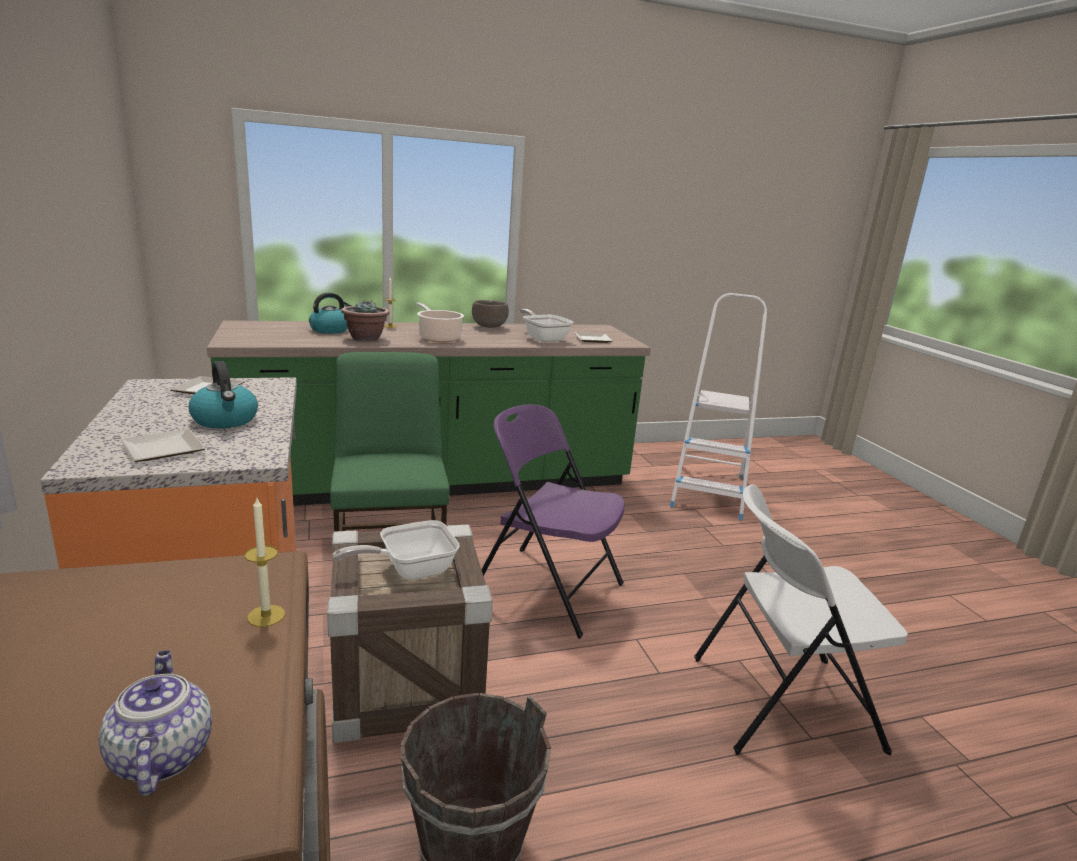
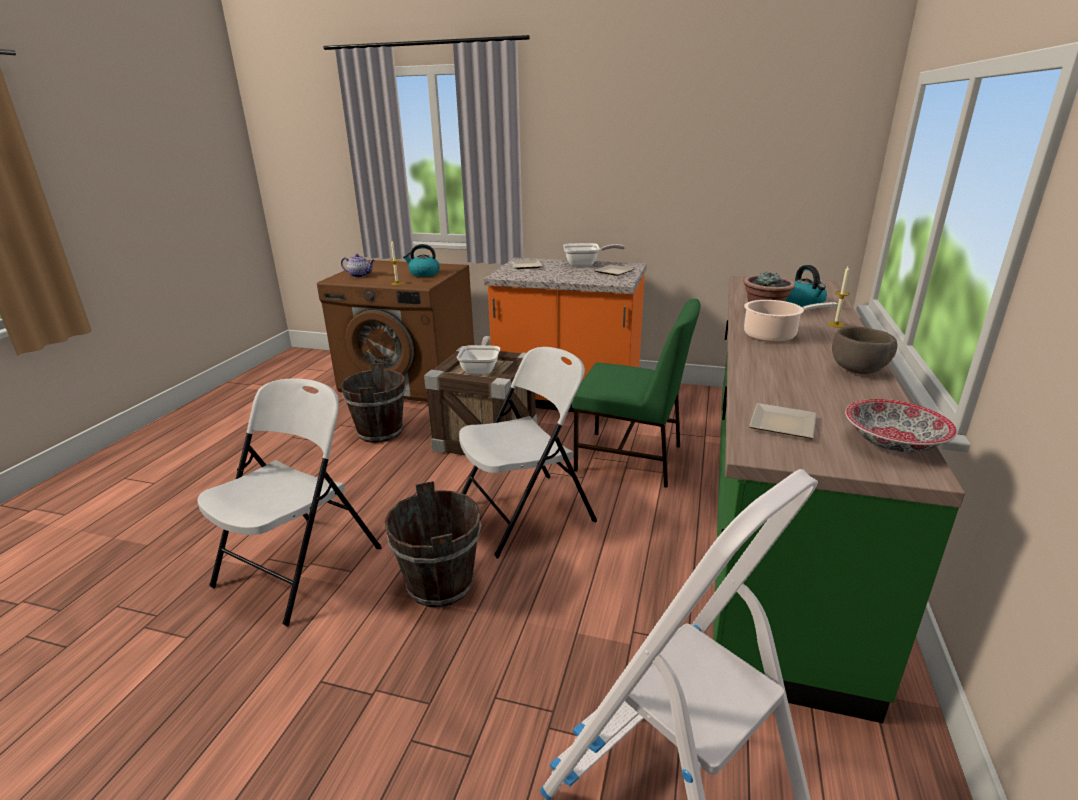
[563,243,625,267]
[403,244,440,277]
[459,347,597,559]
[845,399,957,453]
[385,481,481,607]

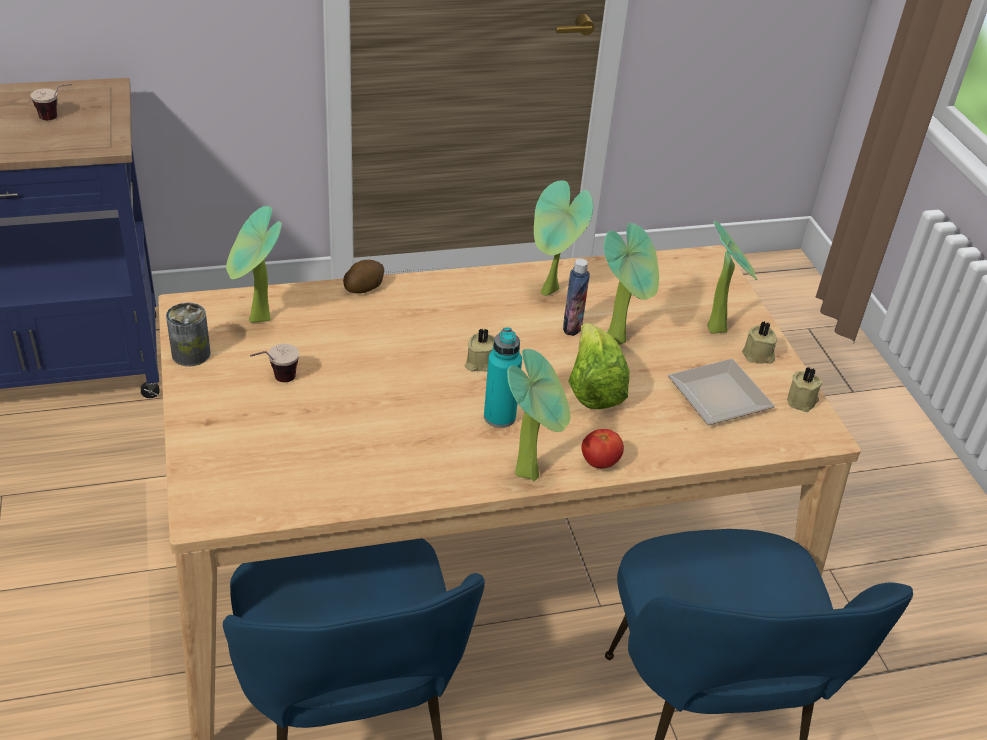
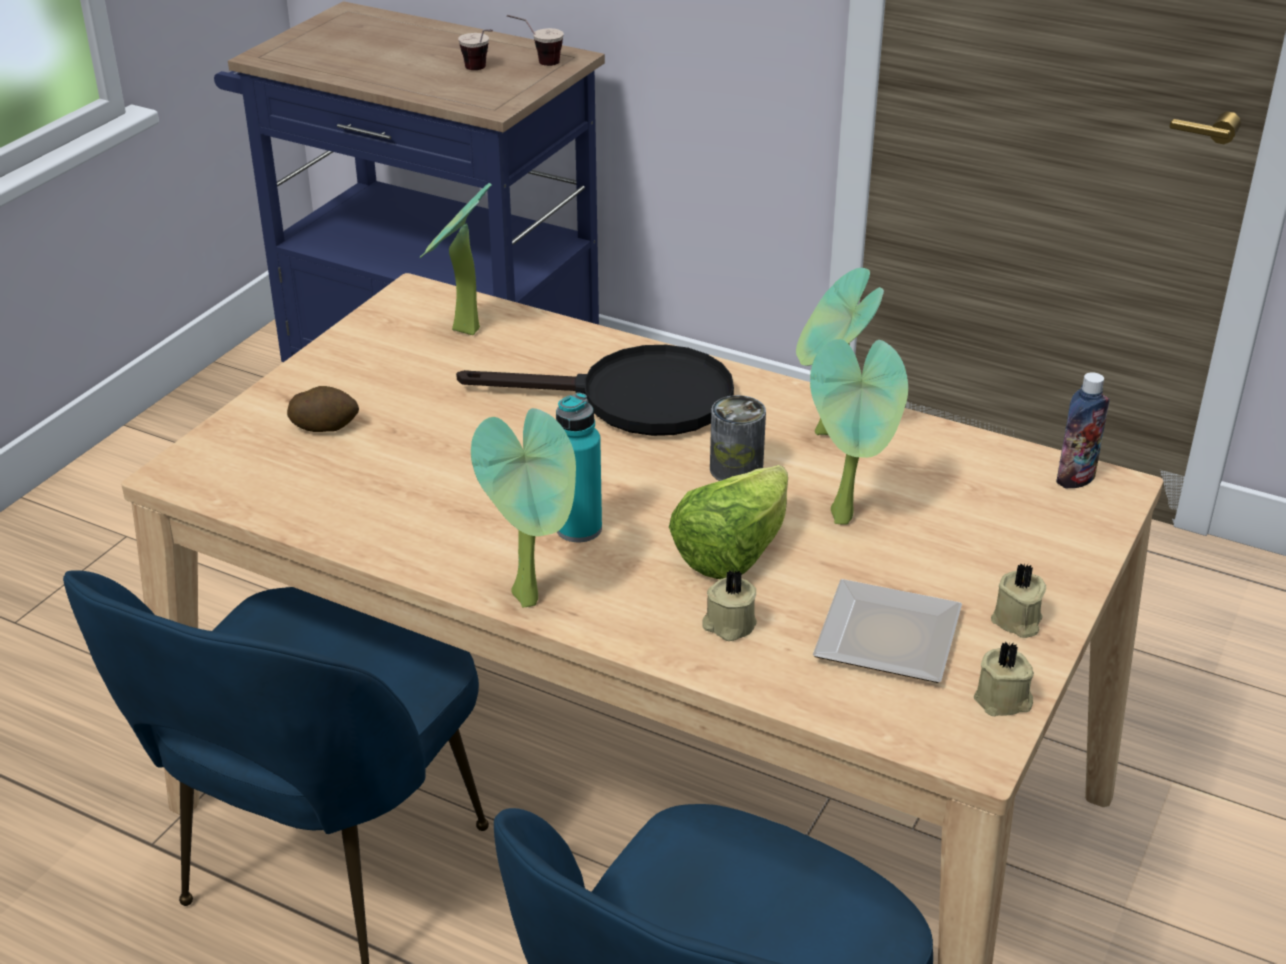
[707,221,757,334] (first image)
[1056,372,1110,489]
[287,386,359,432]
[710,395,766,481]
[702,569,757,641]
[507,15,564,66]
[582,429,624,468] (first image)
[456,345,734,436]

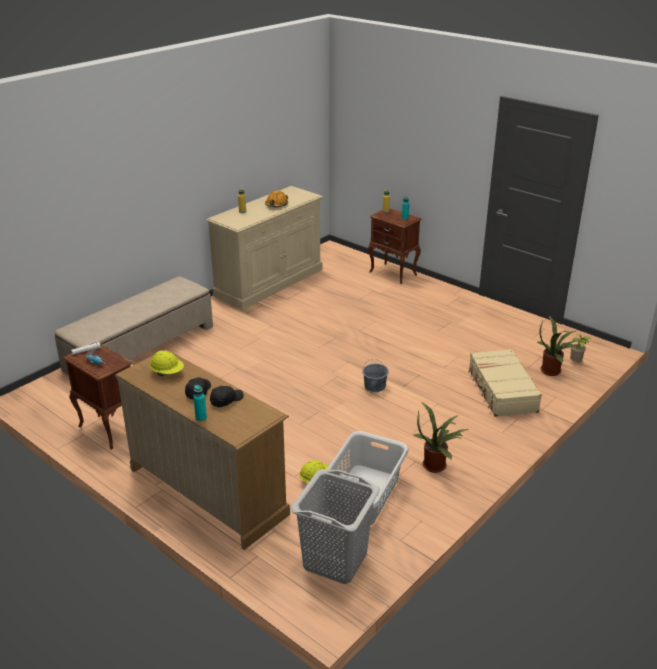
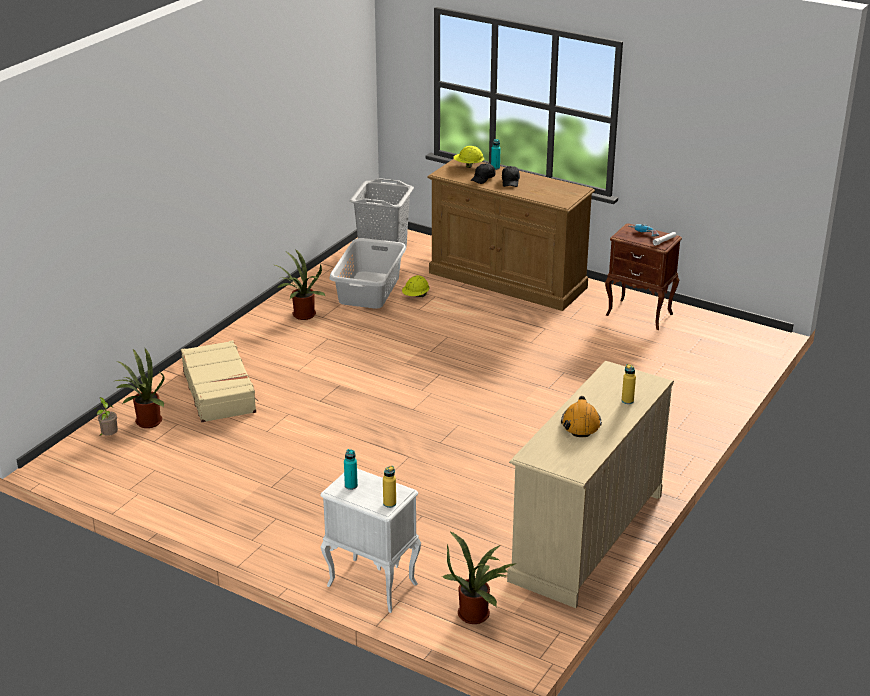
[321,469,421,613]
[55,277,213,375] (first image)
[453,146,485,168]
[362,359,389,392] (first image)
[443,532,515,624]

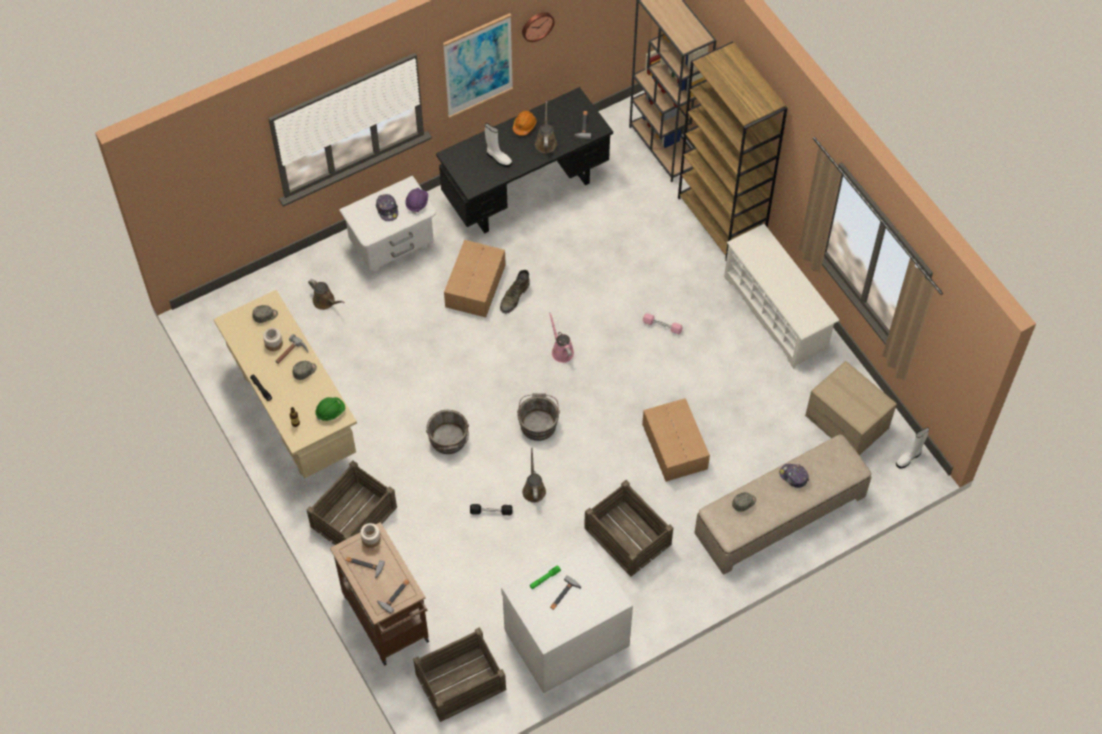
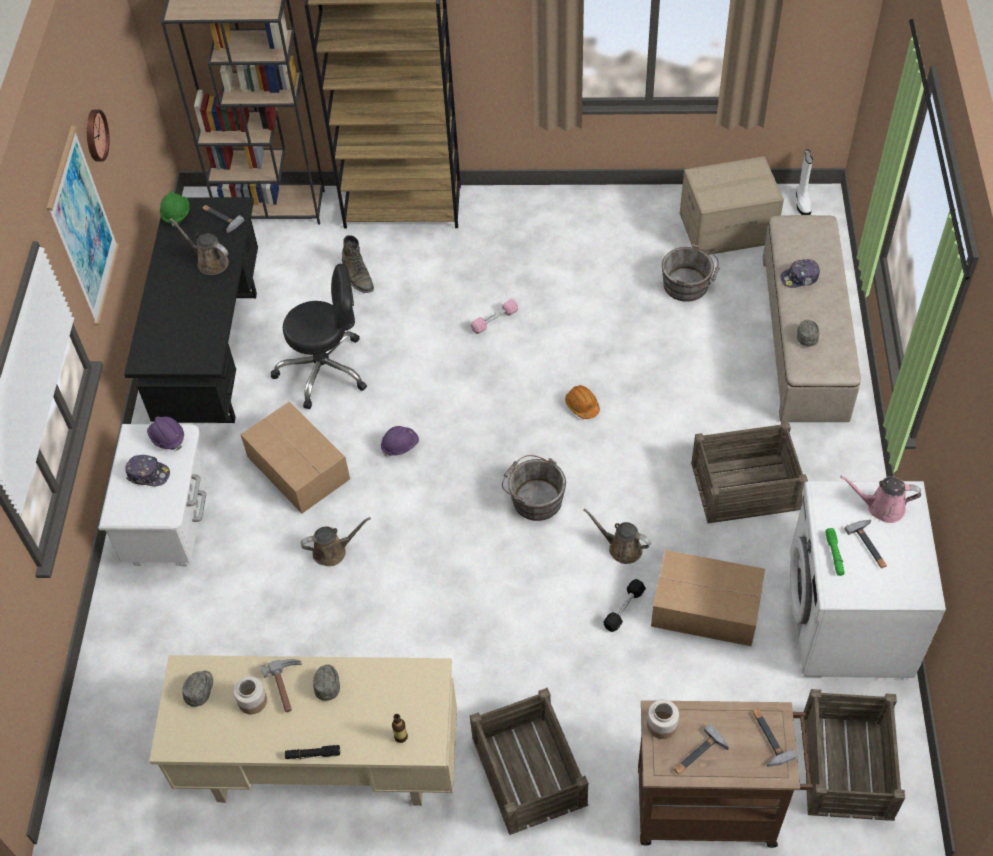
[565,385,600,419]
[485,123,512,167] (first image)
[724,224,839,369] (first image)
[342,235,374,293]
[301,517,371,566]
[840,476,921,523]
[160,191,189,227]
[651,550,765,646]
[661,244,720,302]
[271,264,367,409]
[381,426,419,456]

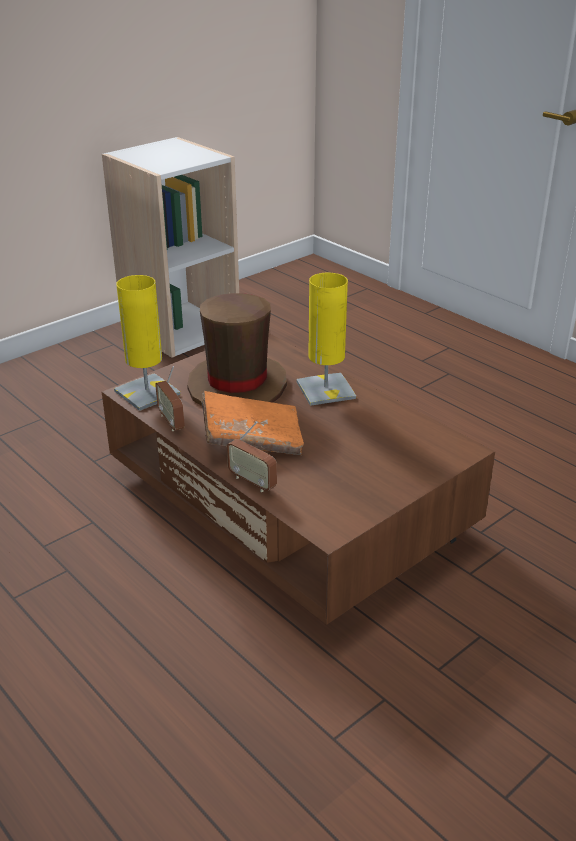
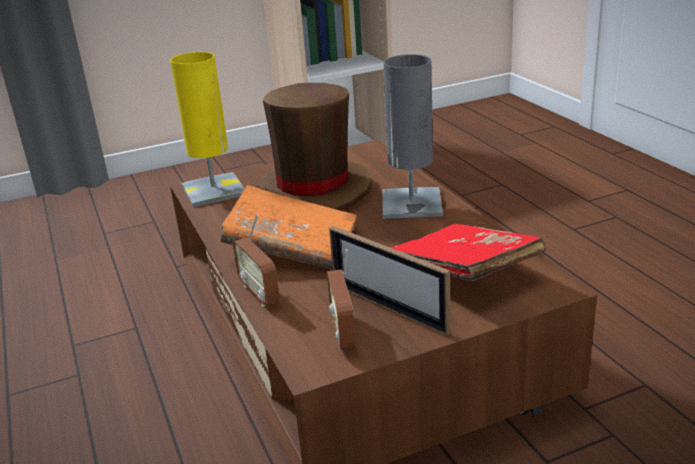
[383,54,443,219]
[327,249,356,350]
[390,224,546,281]
[329,226,450,336]

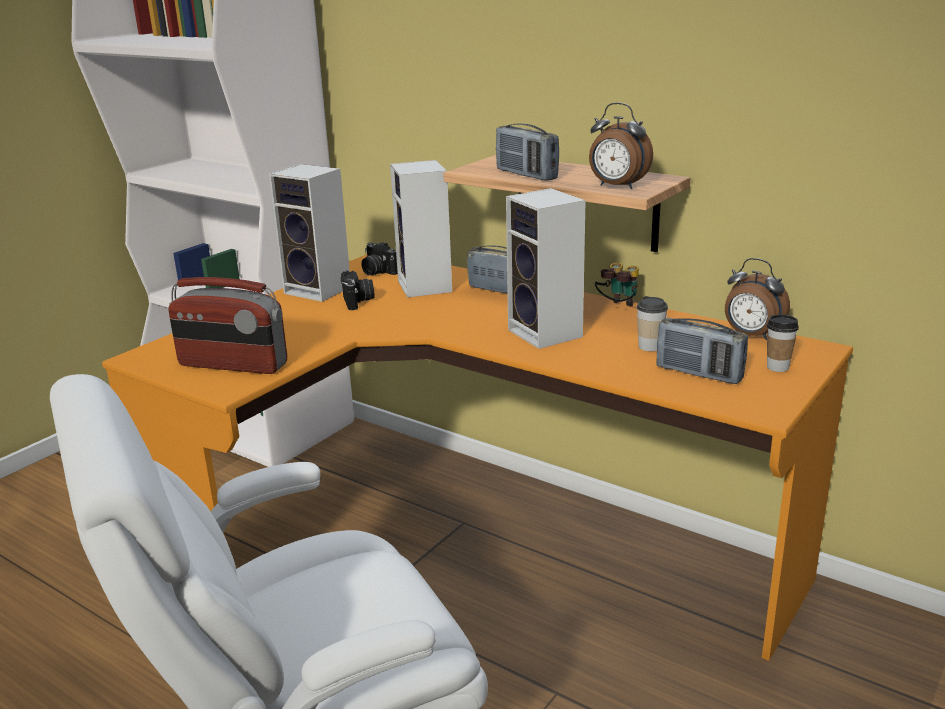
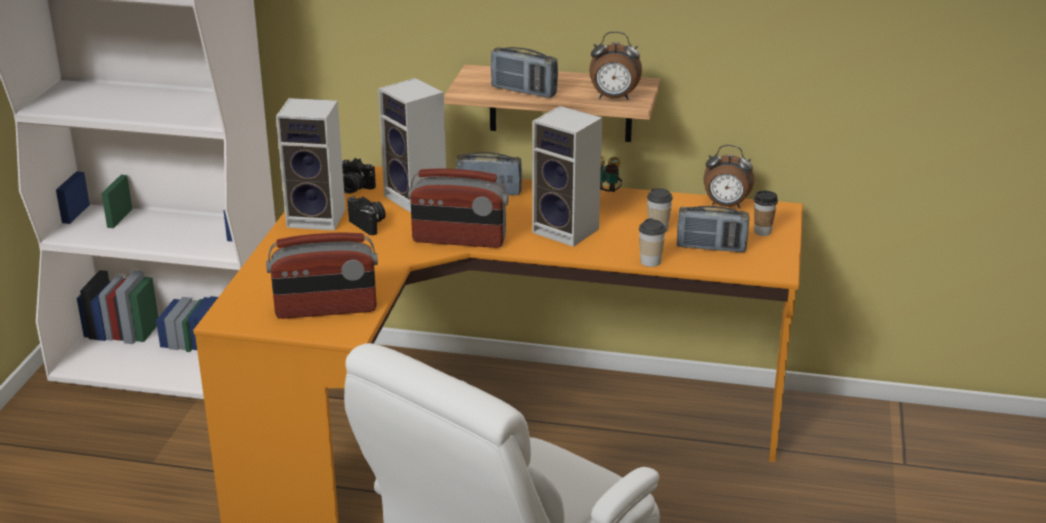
[408,169,509,248]
[639,218,666,267]

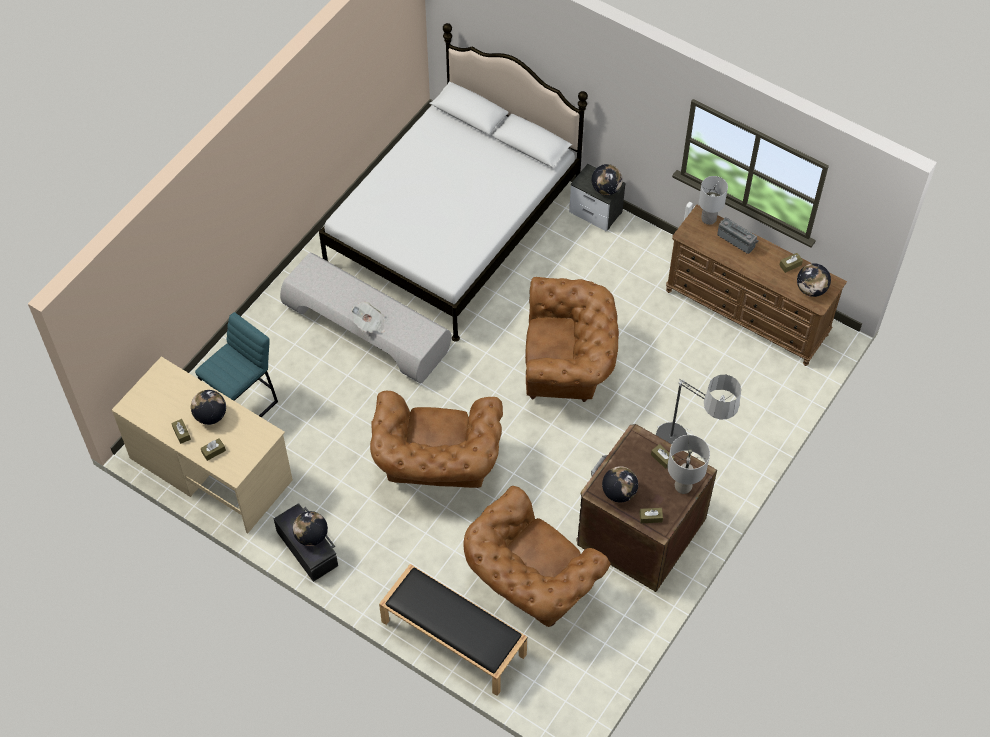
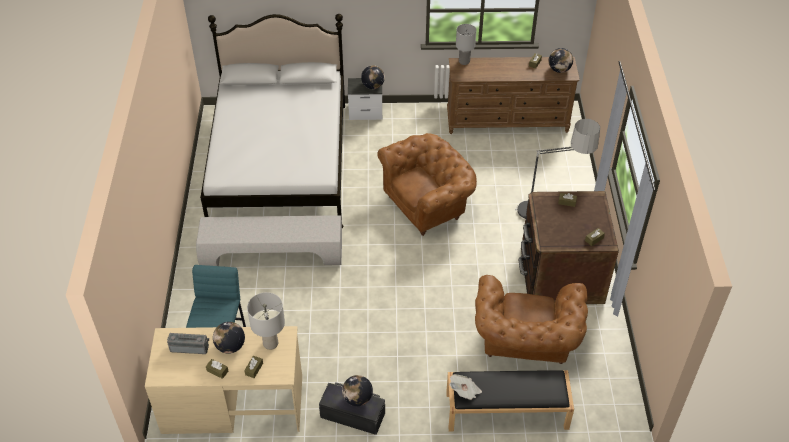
[167,333,209,354]
[449,374,482,400]
[370,391,503,488] (first image)
[247,292,285,350]
[602,466,638,503] (first image)

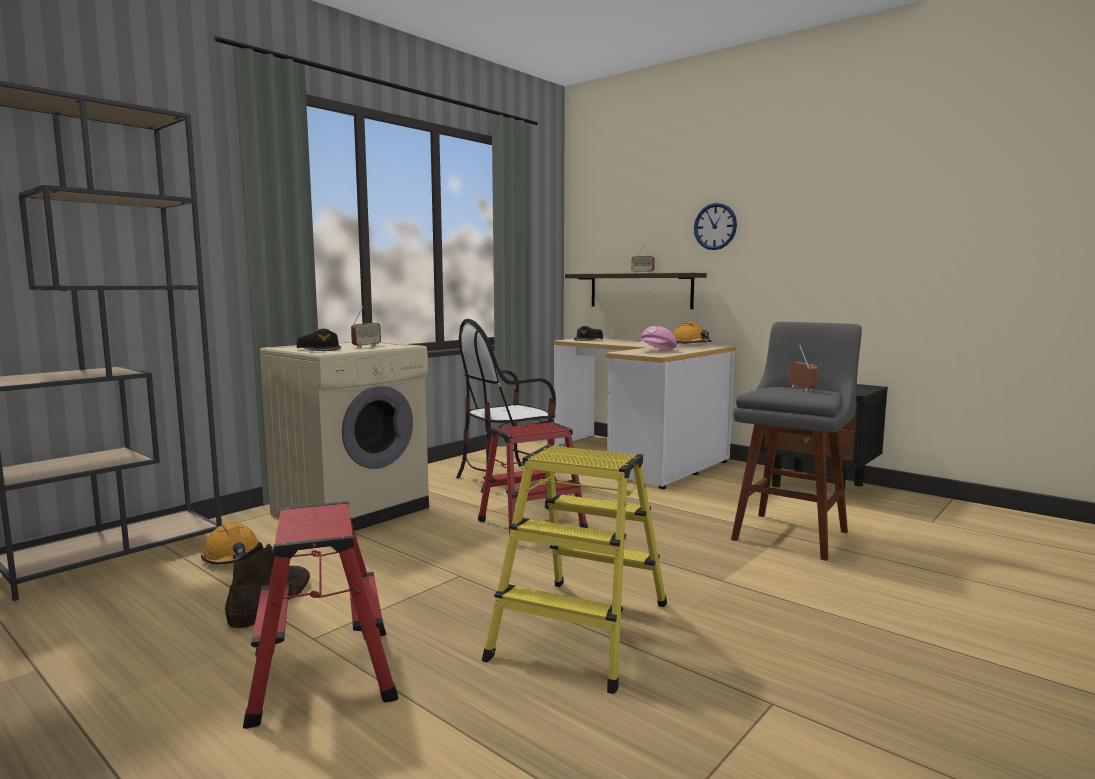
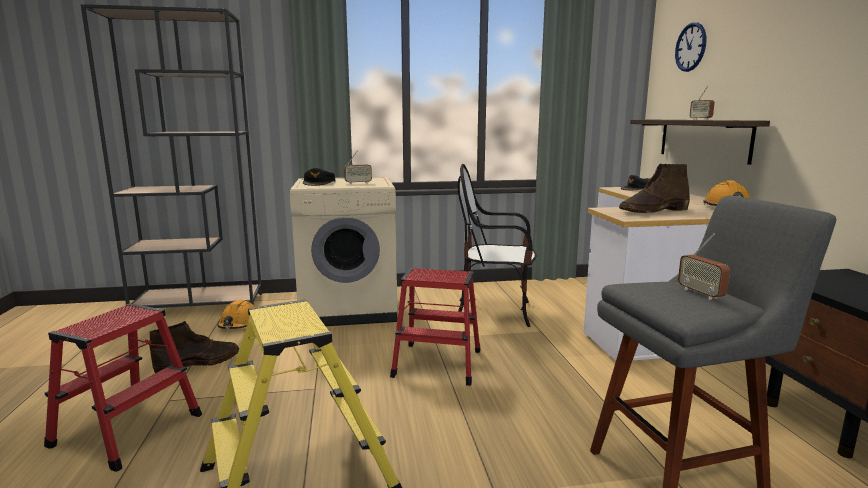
[675,23,706,72]
[619,164,690,213]
[678,233,730,300]

